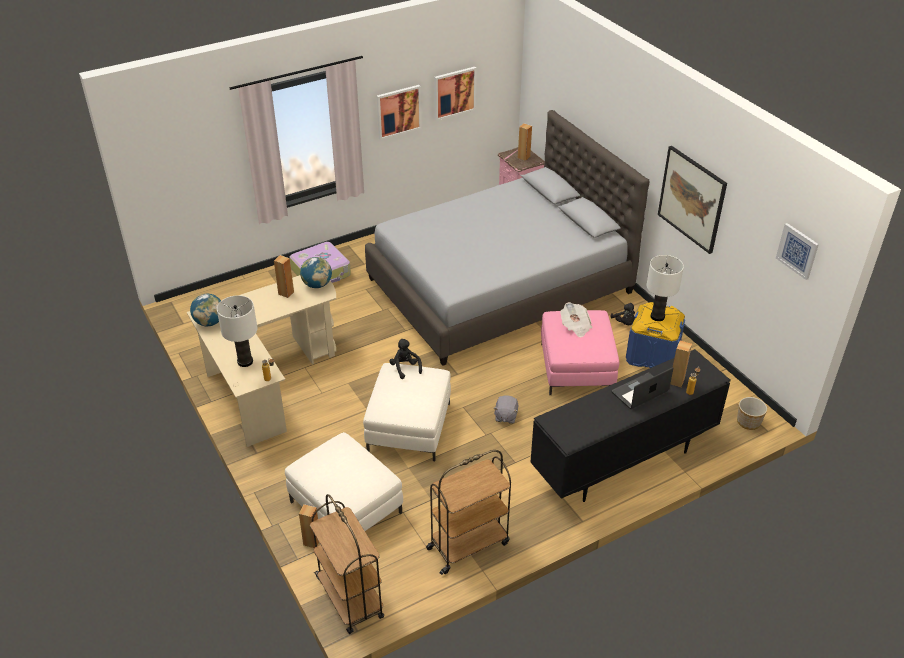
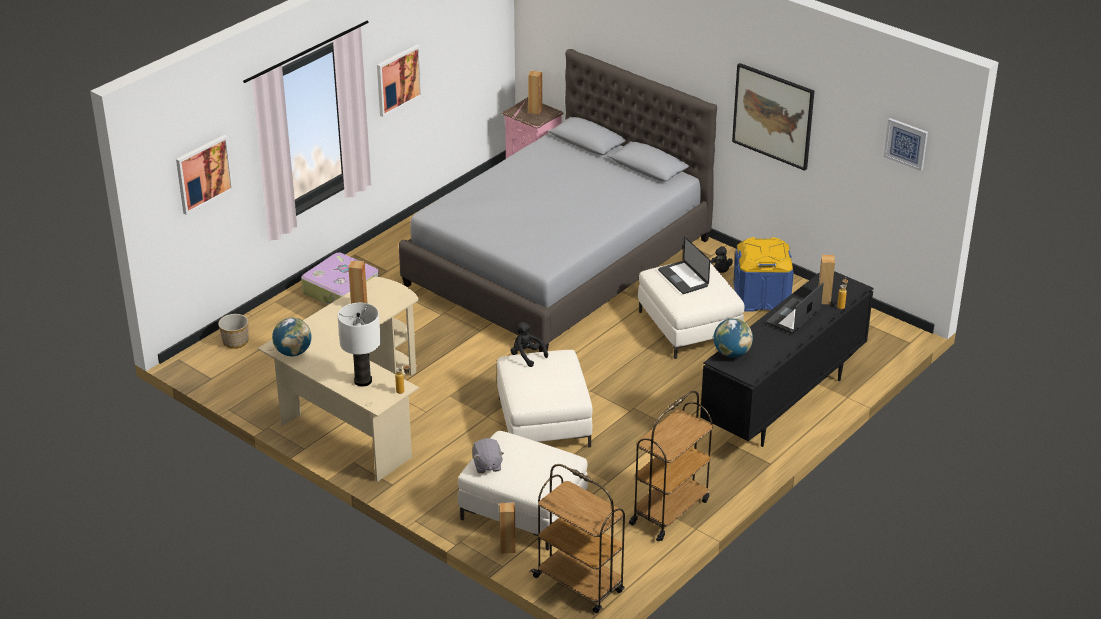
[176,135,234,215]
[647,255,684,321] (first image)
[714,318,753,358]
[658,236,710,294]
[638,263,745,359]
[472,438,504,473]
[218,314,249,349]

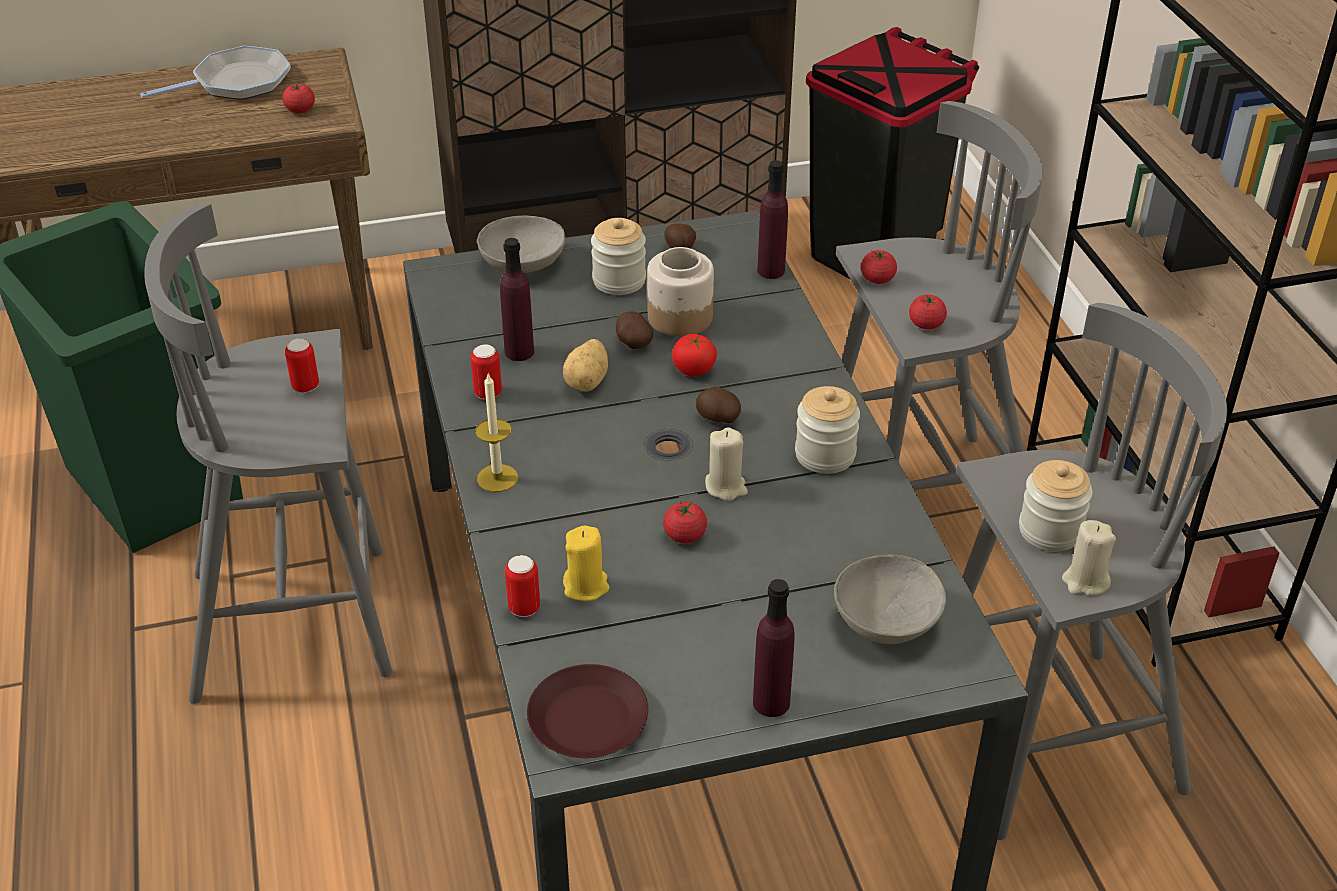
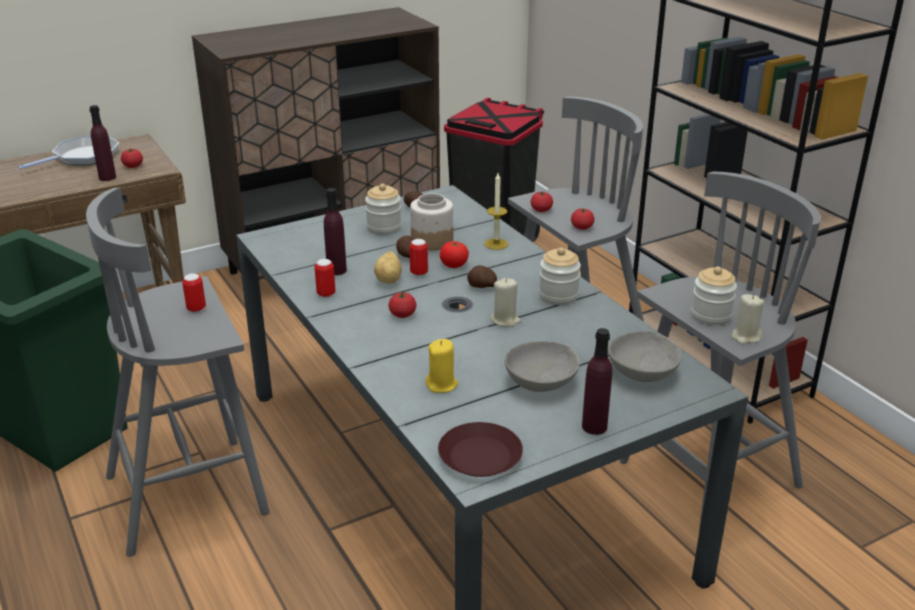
[89,105,116,181]
[505,341,580,392]
[484,173,508,250]
[389,292,416,318]
[409,239,428,276]

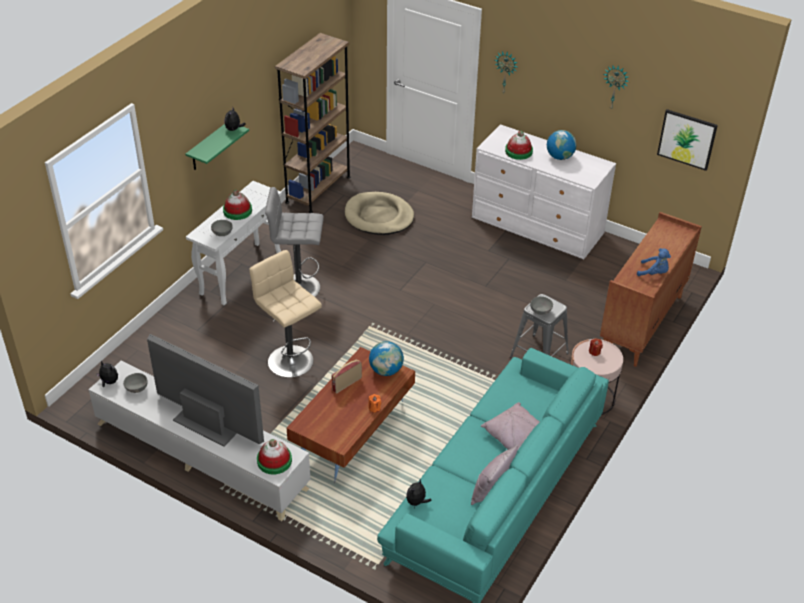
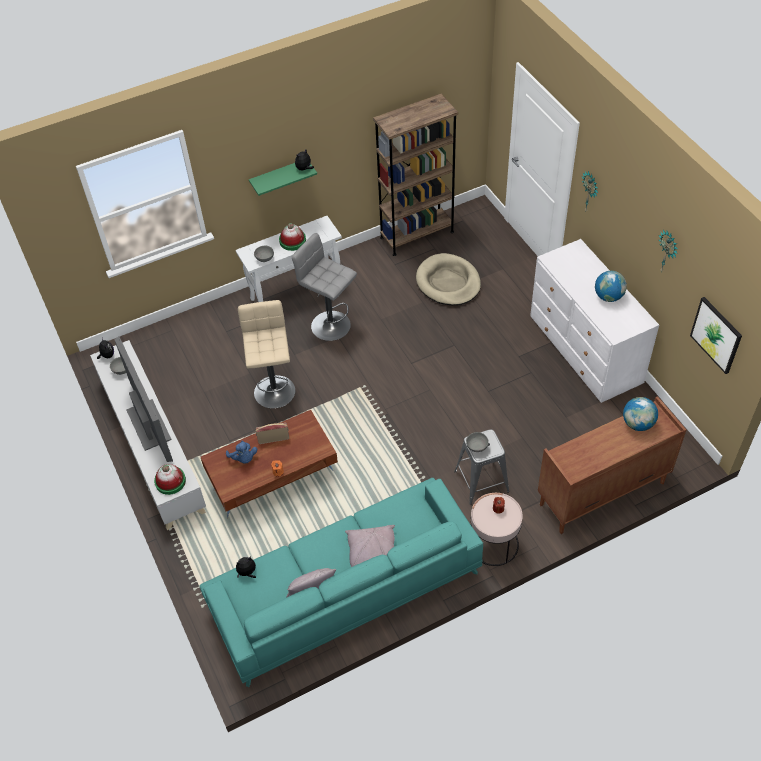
[505,131,533,160] (first image)
[226,440,257,464]
[623,397,658,431]

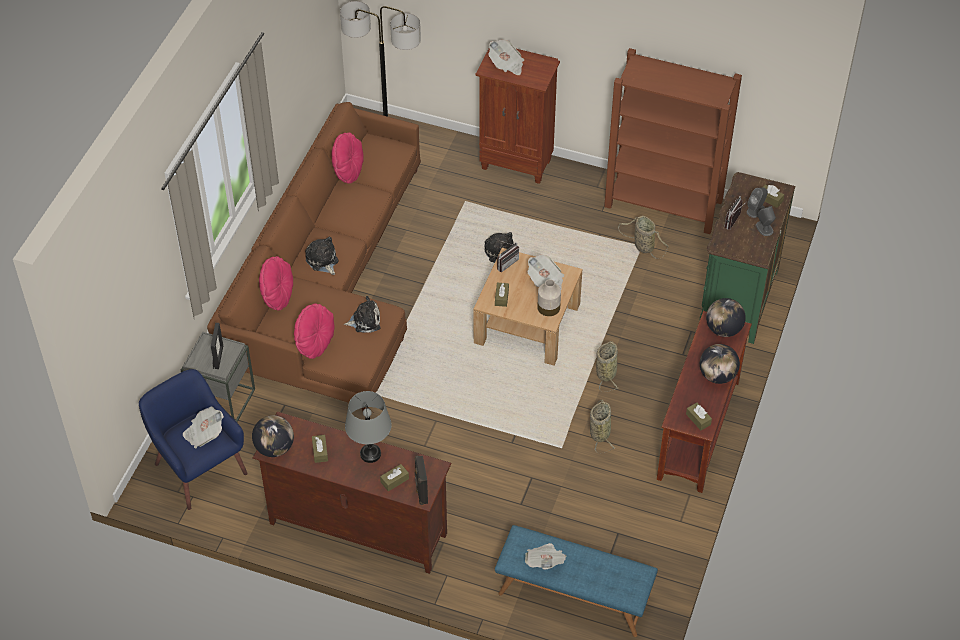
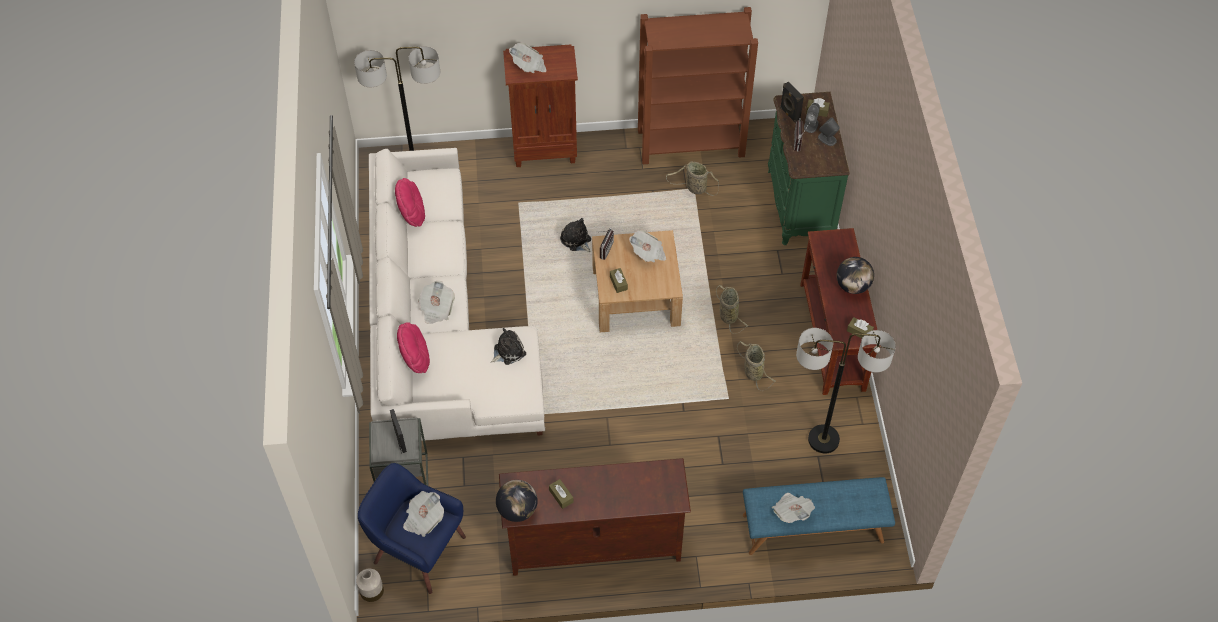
[369,148,545,441]
[418,281,455,324]
[356,569,384,602]
[706,298,746,337] (first image)
[294,304,335,359] (first image)
[345,391,392,463] (first image)
[780,82,804,123]
[380,464,409,491] (first image)
[796,328,896,453]

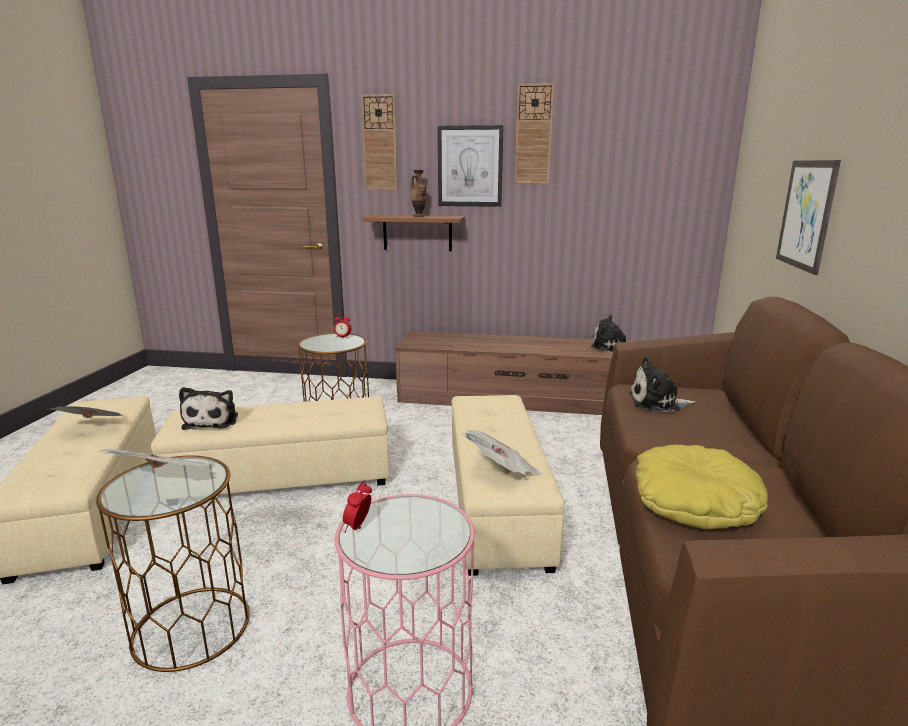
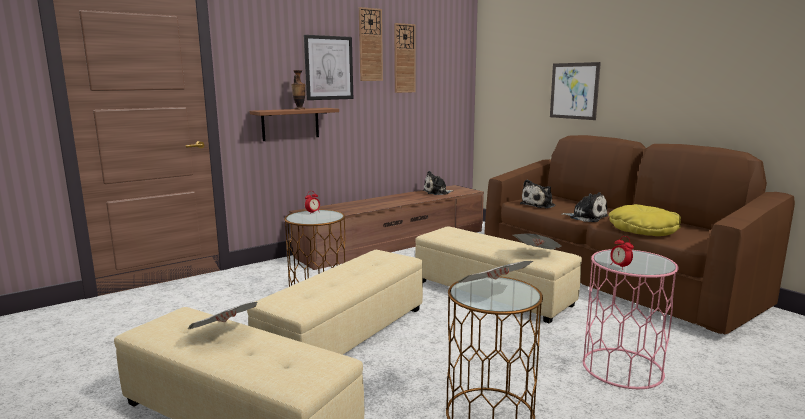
[394,23,416,93]
[562,192,608,222]

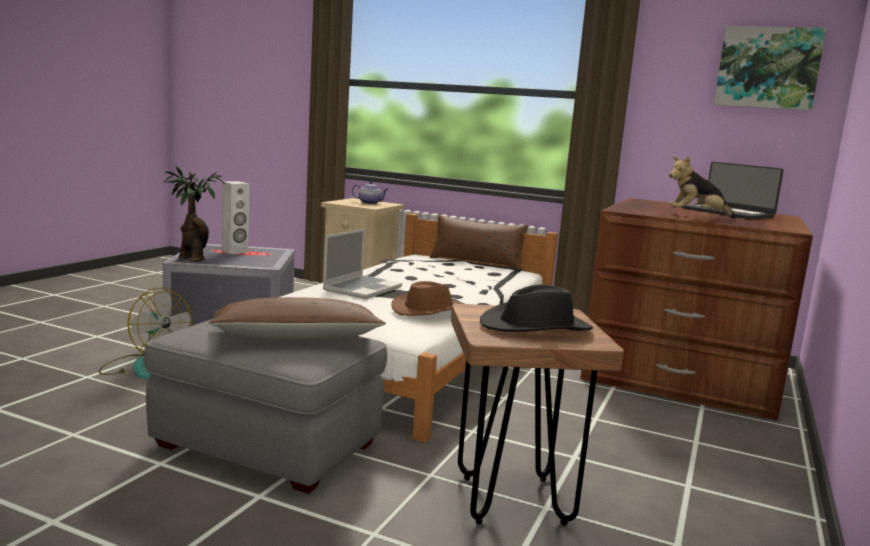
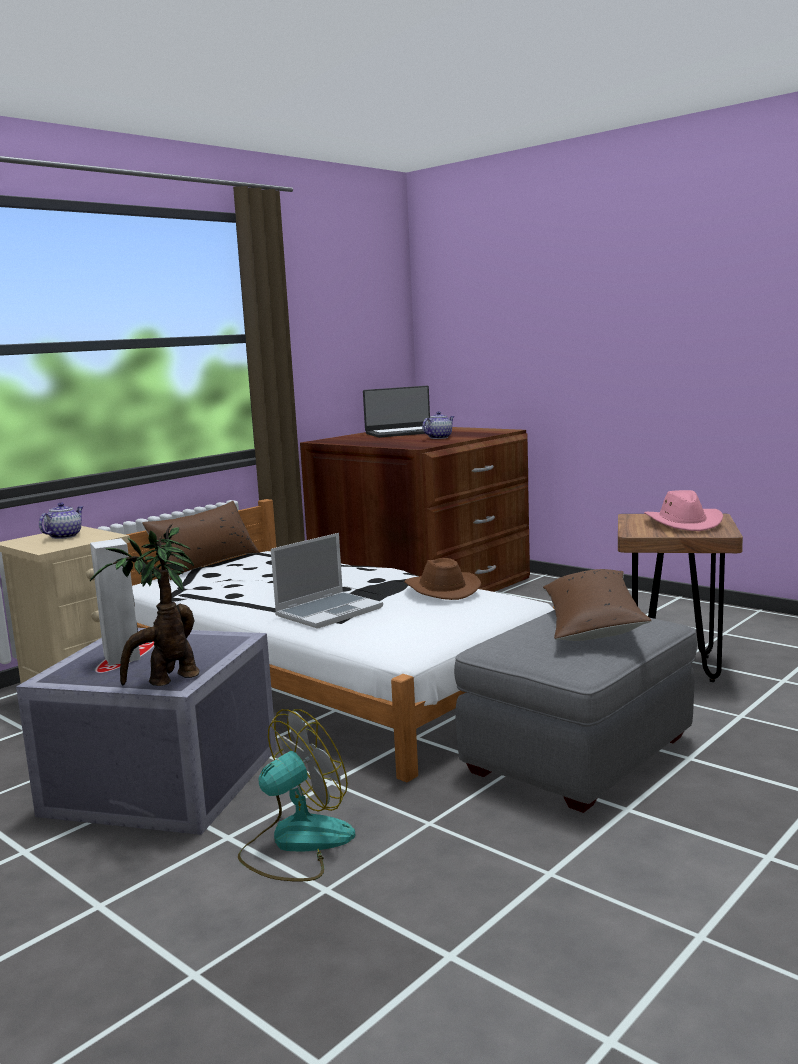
[714,26,827,111] (first image)
[422,411,454,439]
[271,533,383,629]
[644,490,723,531]

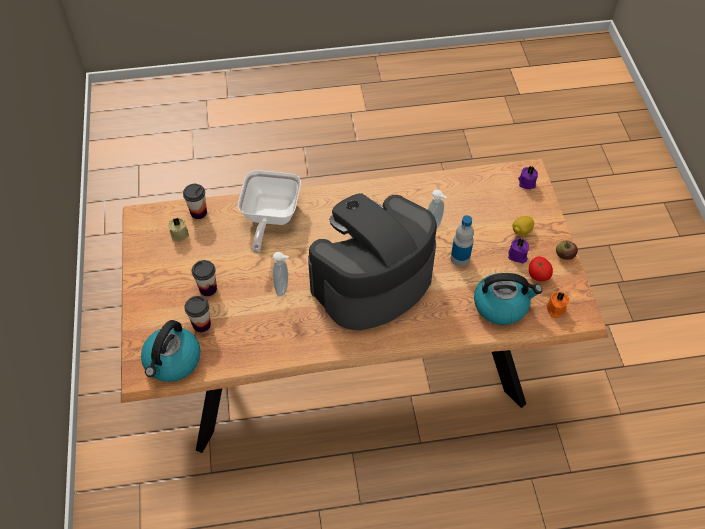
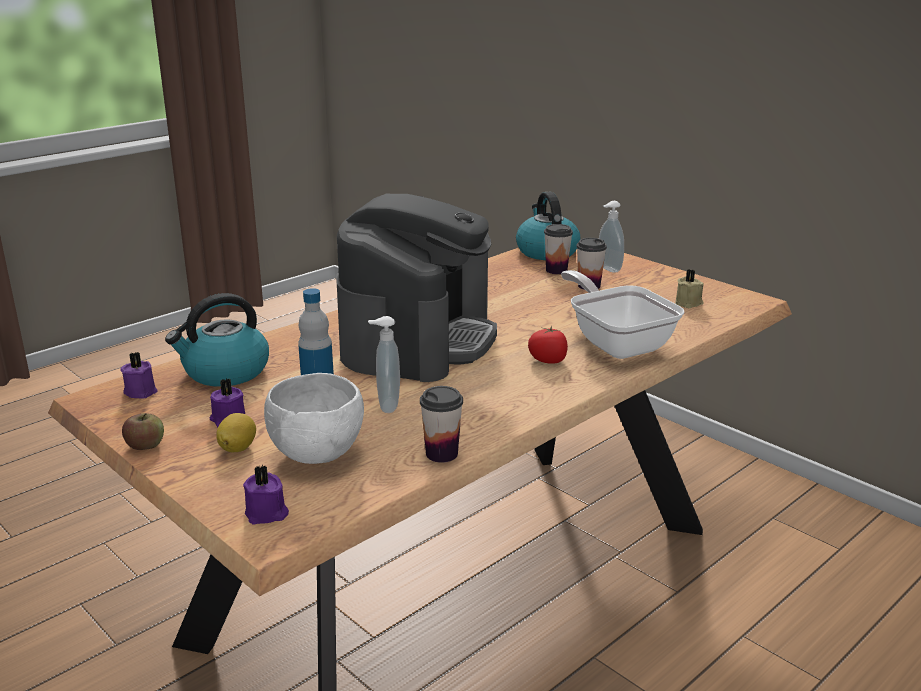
[420,386,463,463]
[599,201,624,273]
[528,326,568,364]
[120,352,158,399]
[264,373,364,464]

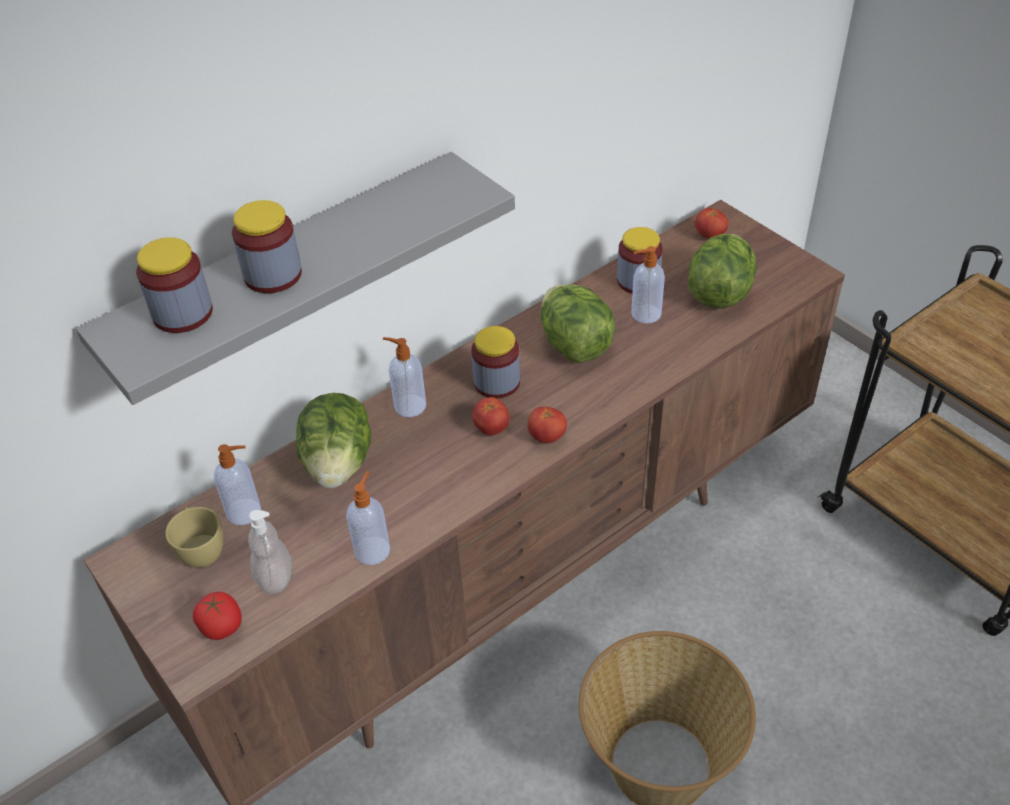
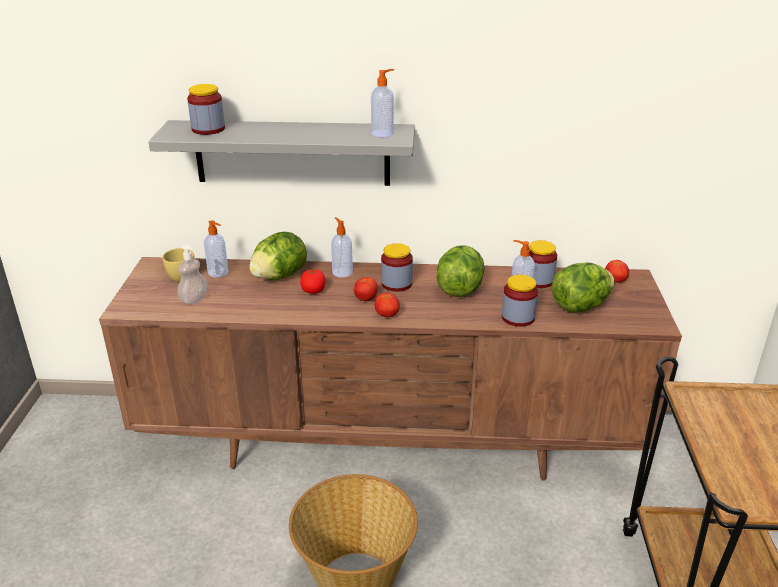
[502,275,538,327]
[371,69,394,137]
[300,269,326,294]

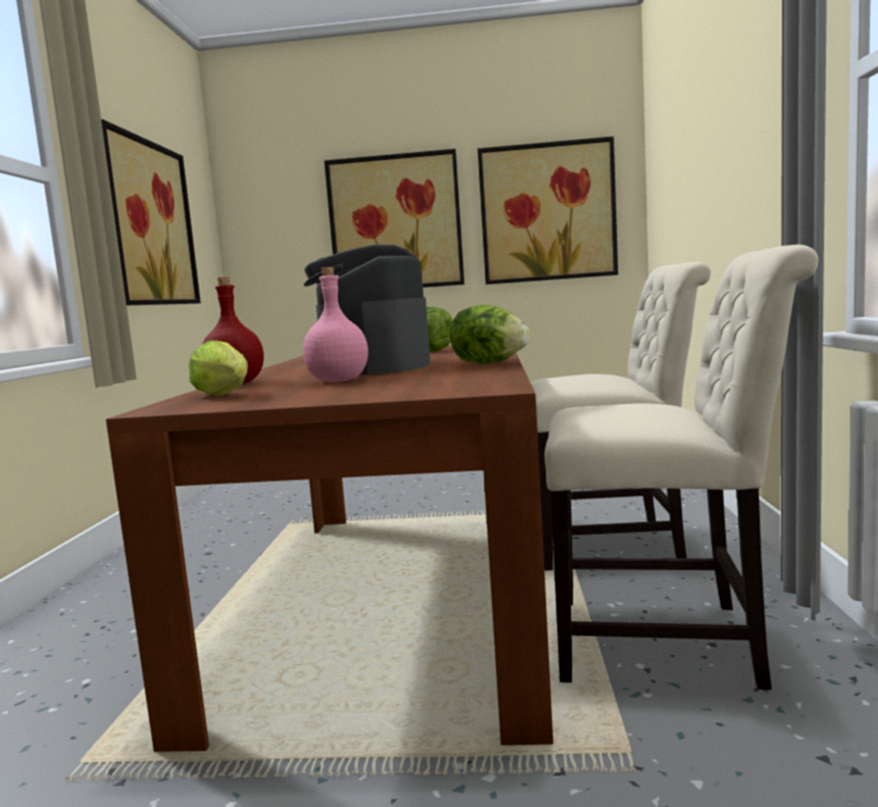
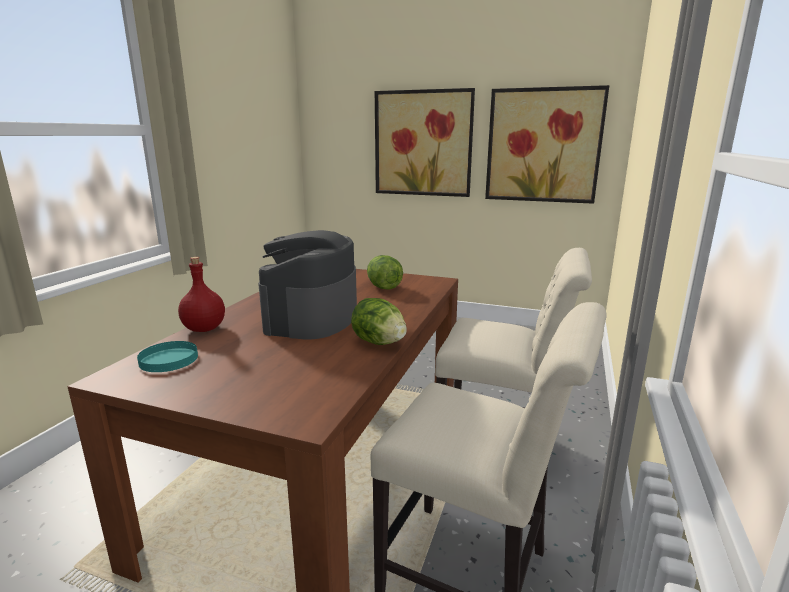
[101,119,201,305] (first image)
[303,267,368,382] (first image)
[137,341,198,372]

